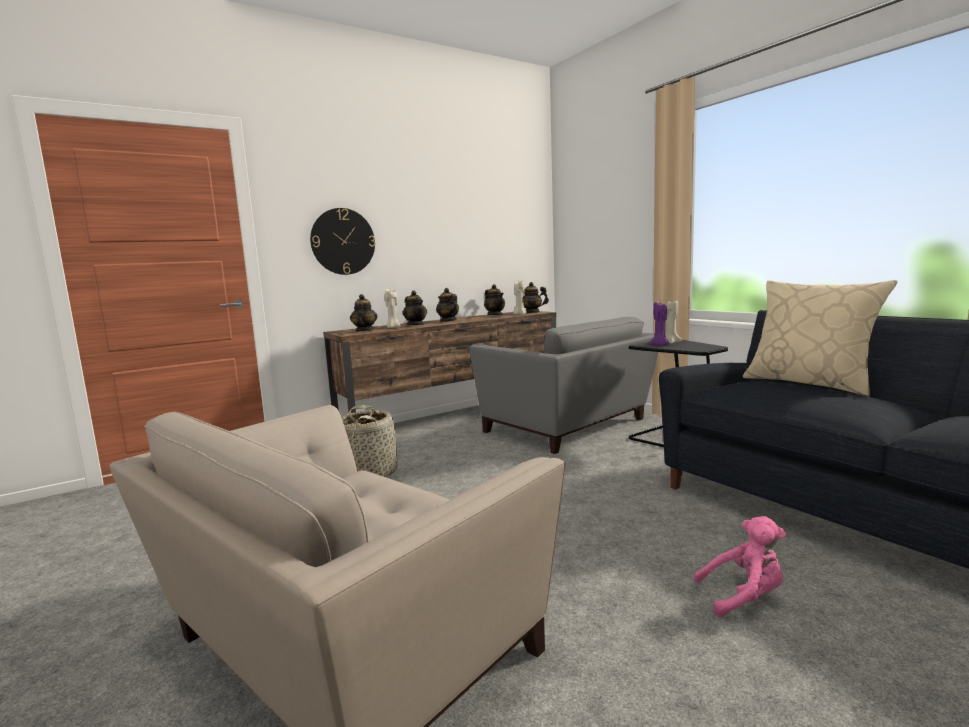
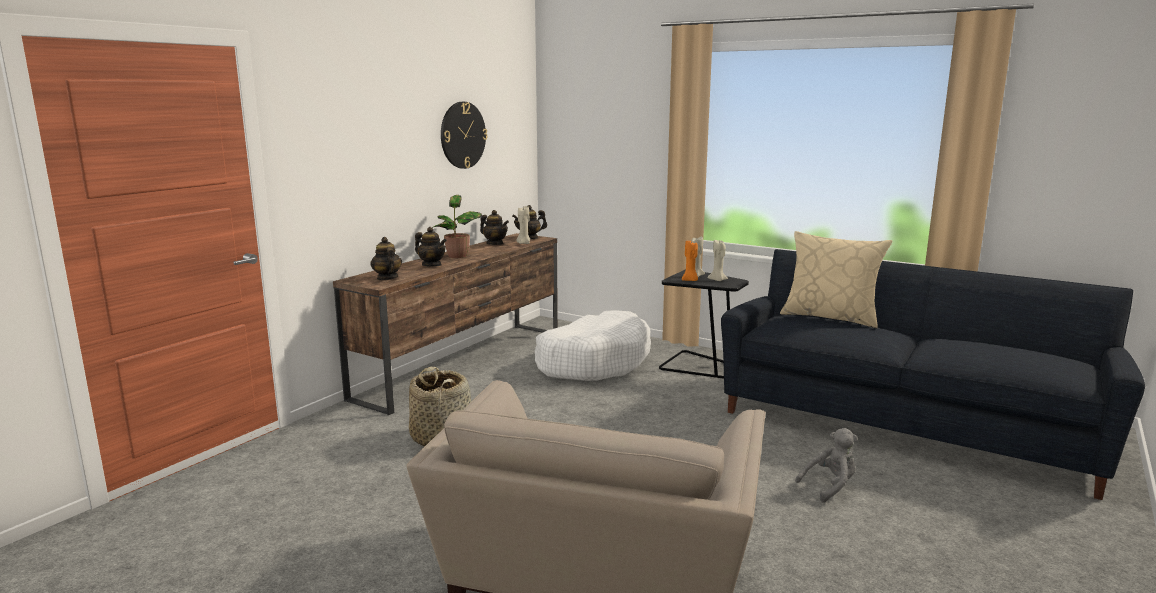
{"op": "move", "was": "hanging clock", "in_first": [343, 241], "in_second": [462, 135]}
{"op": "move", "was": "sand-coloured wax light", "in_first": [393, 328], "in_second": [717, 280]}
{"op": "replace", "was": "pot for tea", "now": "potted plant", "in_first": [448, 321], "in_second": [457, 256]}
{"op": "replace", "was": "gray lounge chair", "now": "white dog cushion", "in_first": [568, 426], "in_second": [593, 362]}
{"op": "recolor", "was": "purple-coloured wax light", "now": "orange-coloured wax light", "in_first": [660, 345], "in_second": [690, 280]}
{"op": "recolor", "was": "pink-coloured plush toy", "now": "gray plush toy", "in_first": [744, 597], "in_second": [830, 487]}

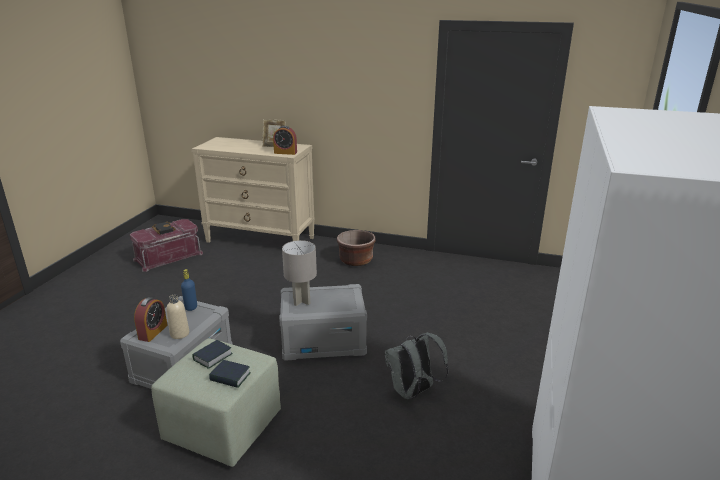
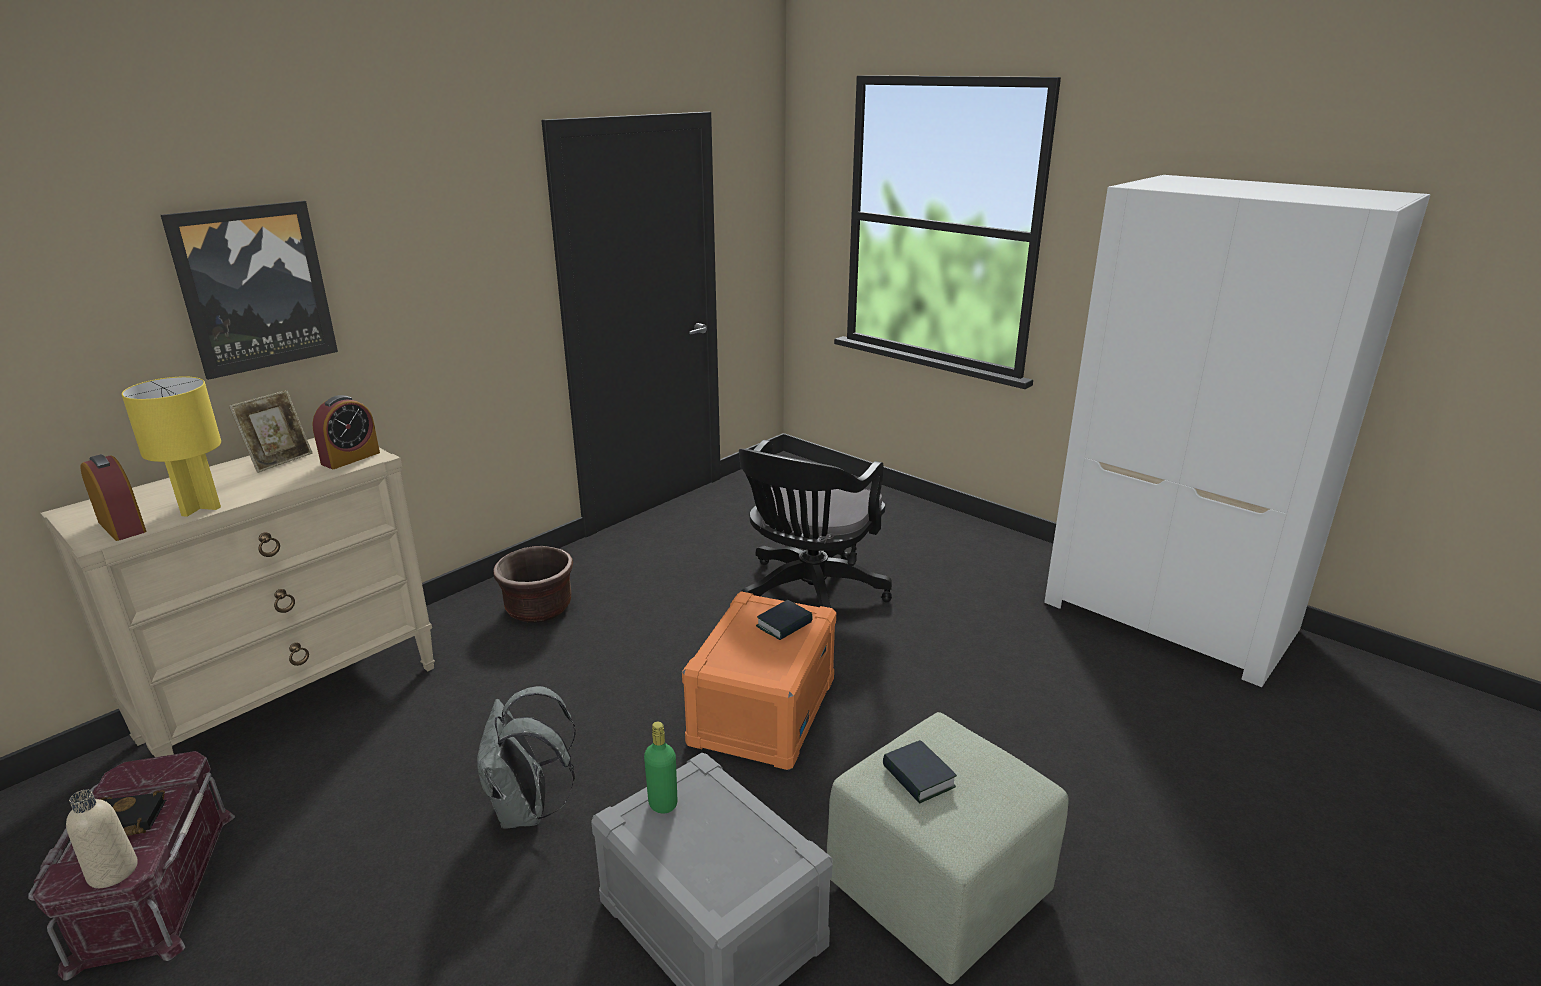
{"op": "delete", "was": "gray lamp for a table", "in_first": [301, 301]}
{"op": "insert", "now": "yellow-coloured lamp for a table", "in_second": [200, 506]}
{"op": "insert", "now": "wall art", "in_second": [254, 288]}
{"op": "insert", "now": "black-coloured desk chair", "in_second": [808, 596]}
{"op": "move", "was": "alarm clock", "in_first": [153, 332], "in_second": [122, 527]}
{"op": "move", "was": "sand-coloured beverage bottle", "in_first": [179, 334], "in_second": [113, 871]}
{"op": "move", "was": "volume", "in_first": [230, 377], "in_second": [784, 625]}
{"op": "move", "was": "gray backpack", "in_first": [413, 392], "in_second": [528, 810]}
{"op": "recolor", "was": "bluish beverage bottle", "now": "green-coloured beverage bottle", "in_first": [191, 307], "in_second": [663, 804]}
{"op": "recolor", "was": "gray storage box", "now": "orange-coloured storage box", "in_first": [324, 341], "in_second": [762, 711]}

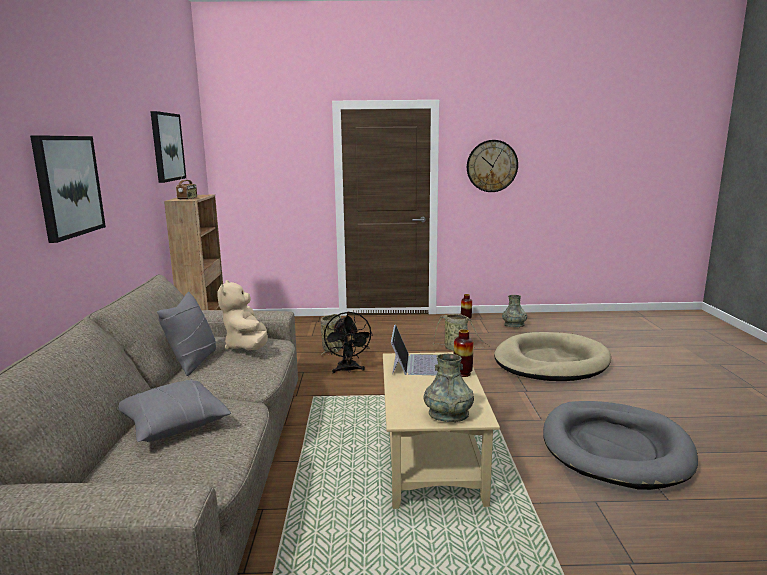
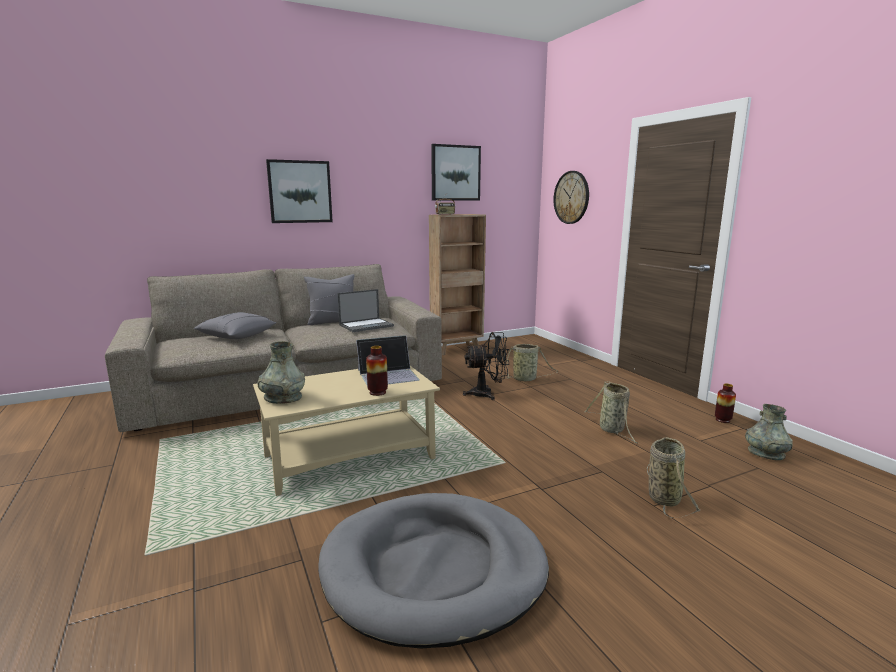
{"op": "move", "was": "hanging clock", "in_first": [492, 166], "in_second": [571, 197]}
{"op": "replace", "was": "sand-coloured plush toy", "now": "notebook computer", "in_first": [247, 347], "in_second": [366, 325]}
{"op": "replace", "was": "sand-coloured dog cushion", "now": "household basket", "in_first": [550, 362], "in_second": [663, 497]}
{"op": "rotate", "was": "black-coloured electric fan", "in_first": [348, 370], "in_second": [487, 394], "clockwise": -150}

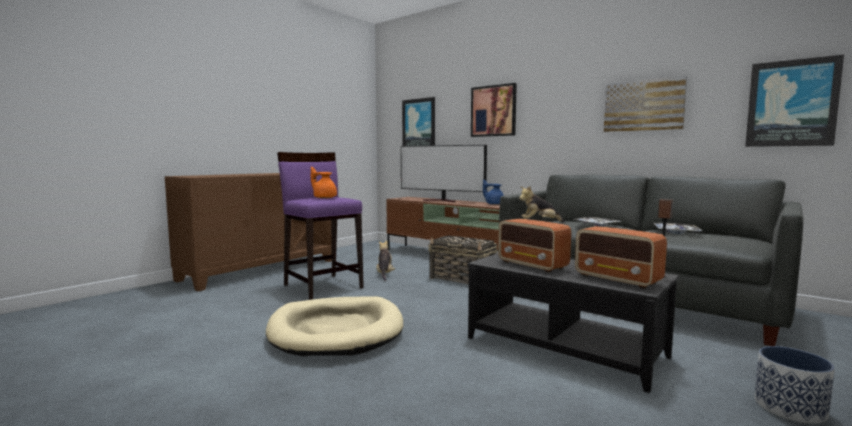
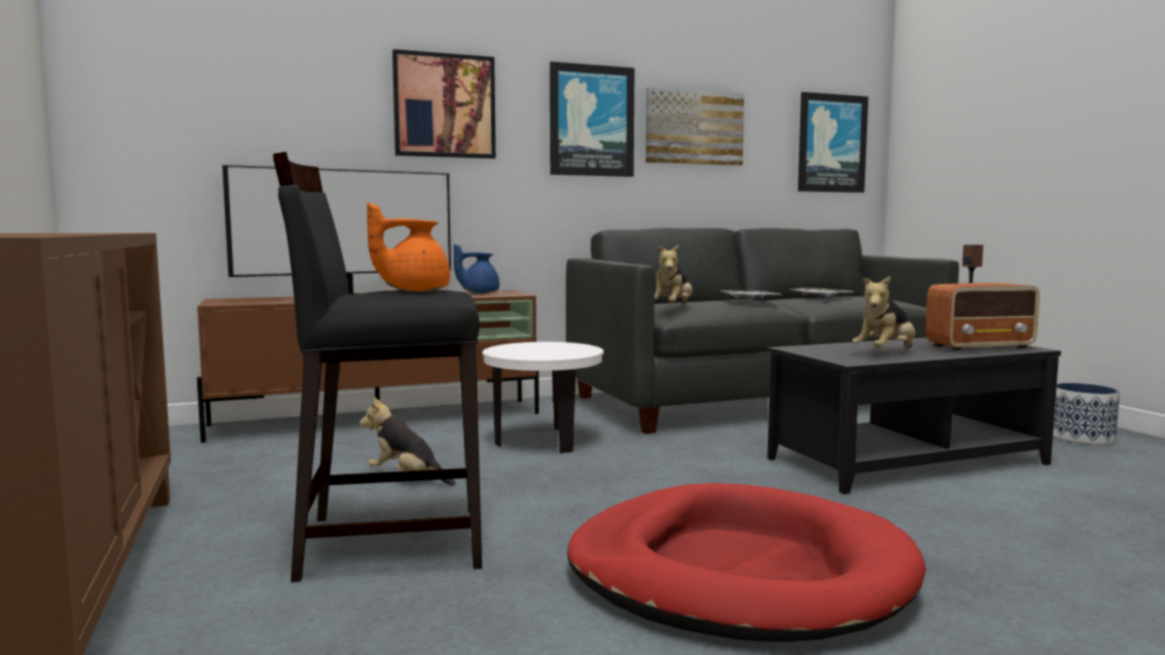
{"op": "move", "was": "wall art", "in_first": [419, 124], "in_second": [591, 121]}
{"op": "replace", "was": "household basket", "now": "white side table", "in_first": [463, 279], "in_second": [544, 440]}
{"op": "replace", "was": "radio set", "now": "plush toy", "in_first": [533, 265], "in_second": [885, 352]}
{"op": "recolor", "was": "sand-coloured dog cushion", "now": "red-coloured dog cushion", "in_first": [336, 331], "in_second": [737, 573]}
{"op": "recolor", "was": "purple-coloured sitting stool", "now": "black-coloured sitting stool", "in_first": [323, 286], "in_second": [391, 541]}

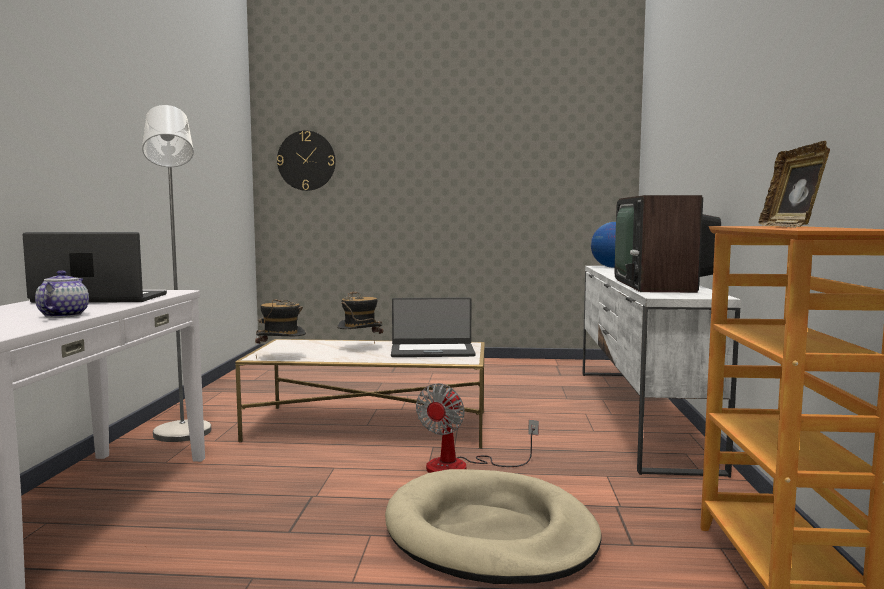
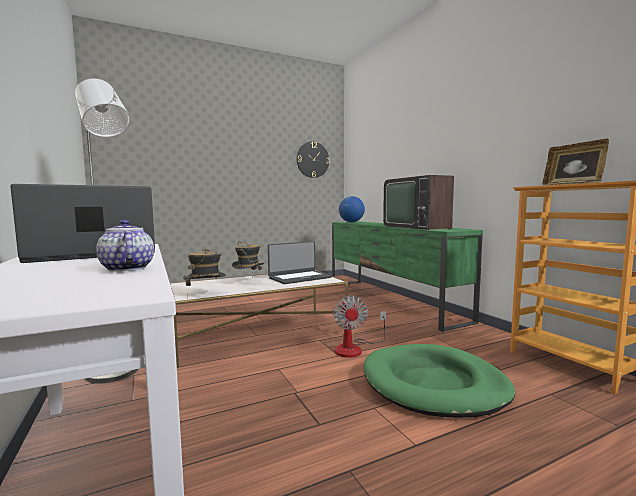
{"op": "move", "was": "hanging clock", "in_first": [306, 160], "in_second": [312, 160]}
{"op": "recolor", "was": "sand-coloured dog cushion", "now": "green-coloured dog cushion", "in_first": [490, 534], "in_second": [434, 384]}
{"op": "recolor", "was": "white tv unit", "now": "green-coloured tv unit", "in_first": [638, 413], "in_second": [390, 301]}

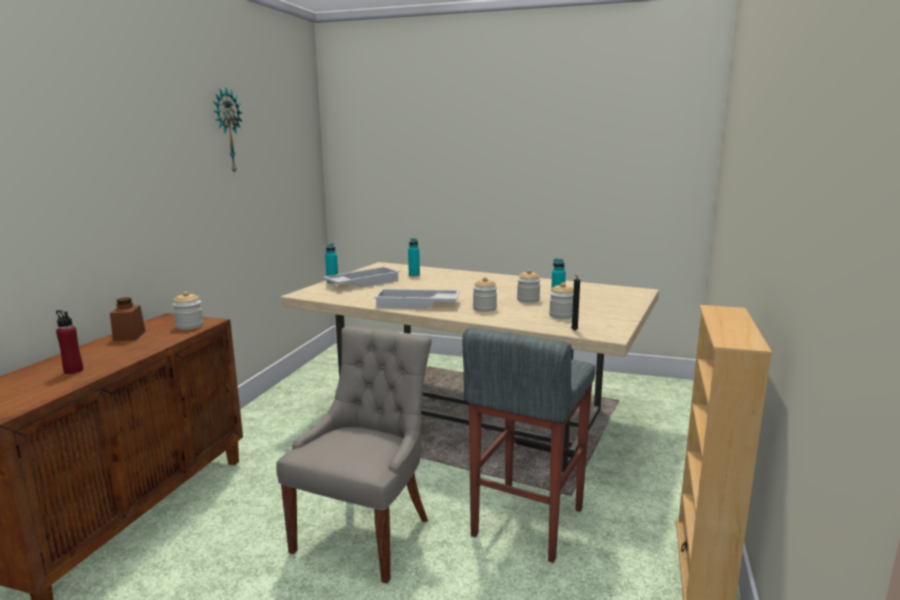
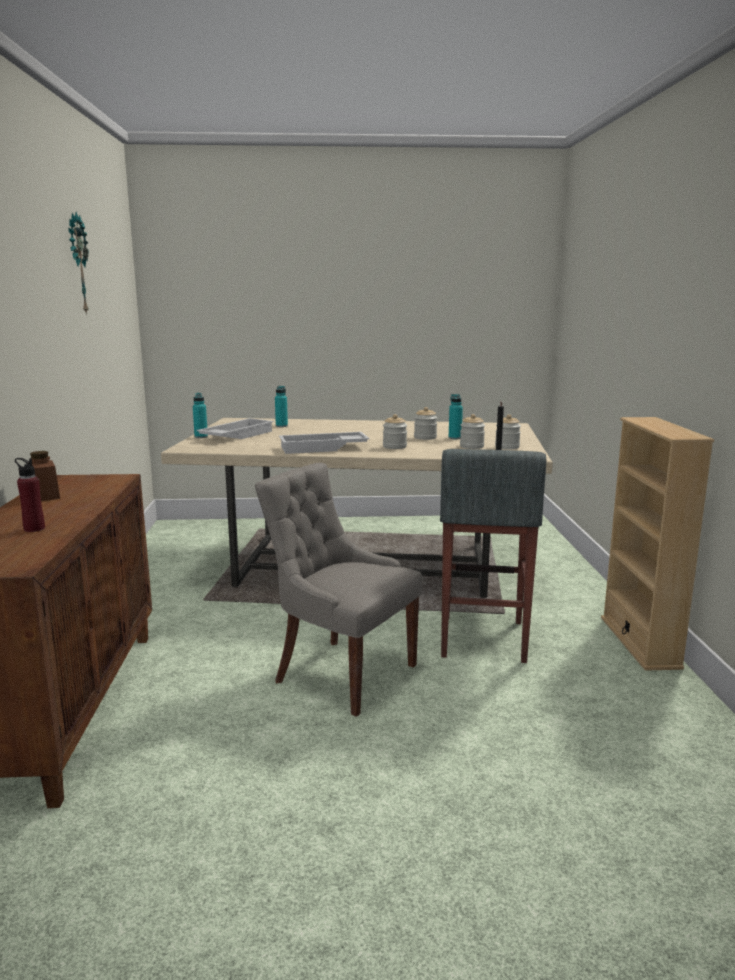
{"op": "move", "was": "jar", "in_first": [189, 326], "in_second": [507, 447]}
{"op": "rotate", "was": "gray plain chair", "in_first": [365, 533], "in_second": [342, 673], "clockwise": -60}

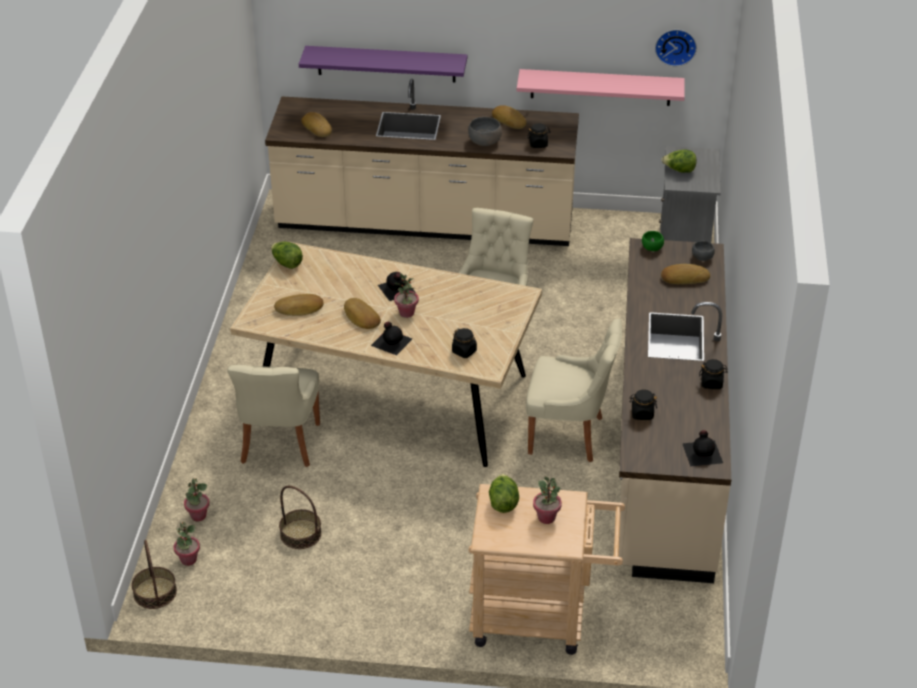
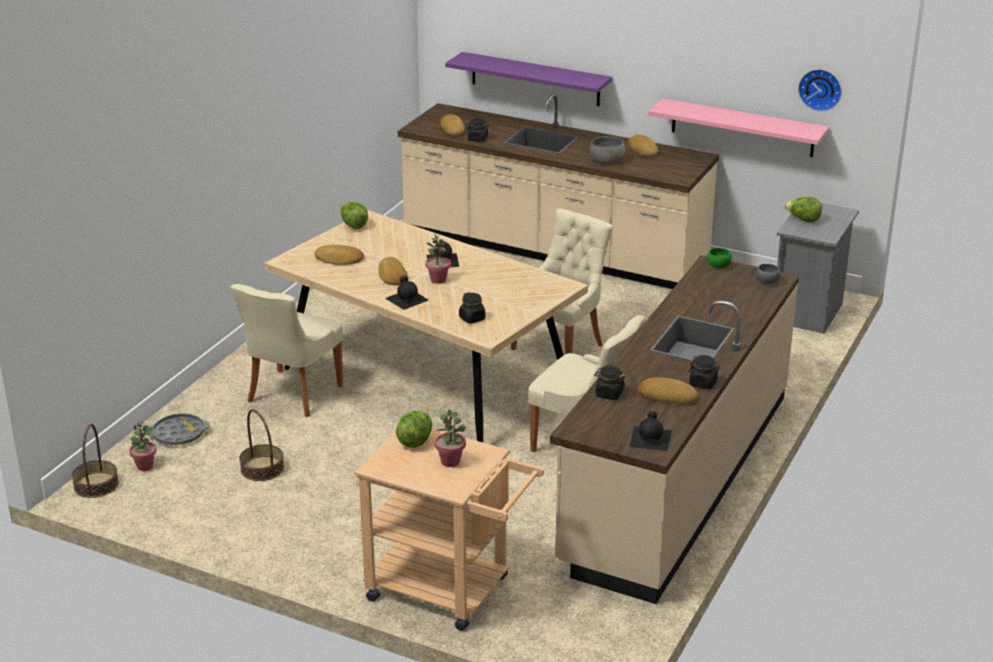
{"op": "move", "was": "black-coloured jar", "in_first": [538, 144], "in_second": [478, 139]}
{"op": "move", "was": "bread", "in_first": [684, 277], "in_second": [667, 395]}
{"op": "replace", "was": "potted plant", "now": "gray carrying tray", "in_first": [198, 516], "in_second": [179, 434]}

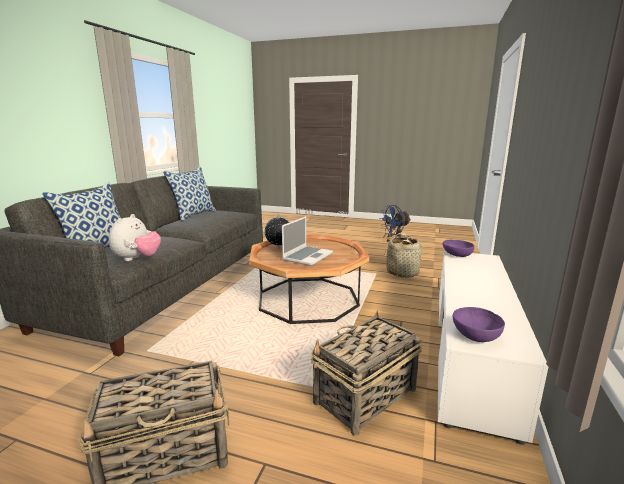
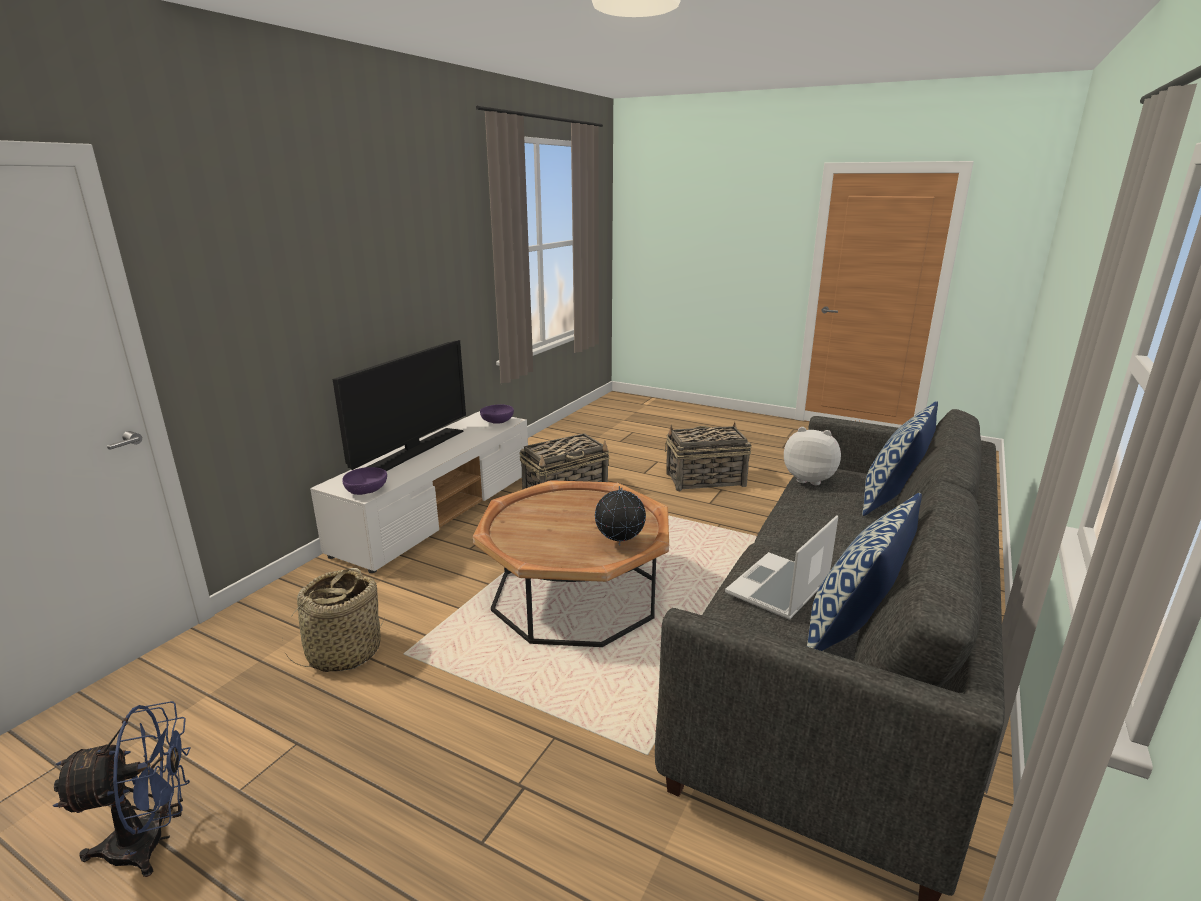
{"op": "insert", "now": "TV", "in_second": [413, 451]}
{"op": "move", "was": "notebook computer", "in_first": [307, 256], "in_second": [779, 588]}
{"op": "rotate", "was": "plush toy", "in_first": [137, 259], "in_second": [809, 479], "clockwise": 90}

